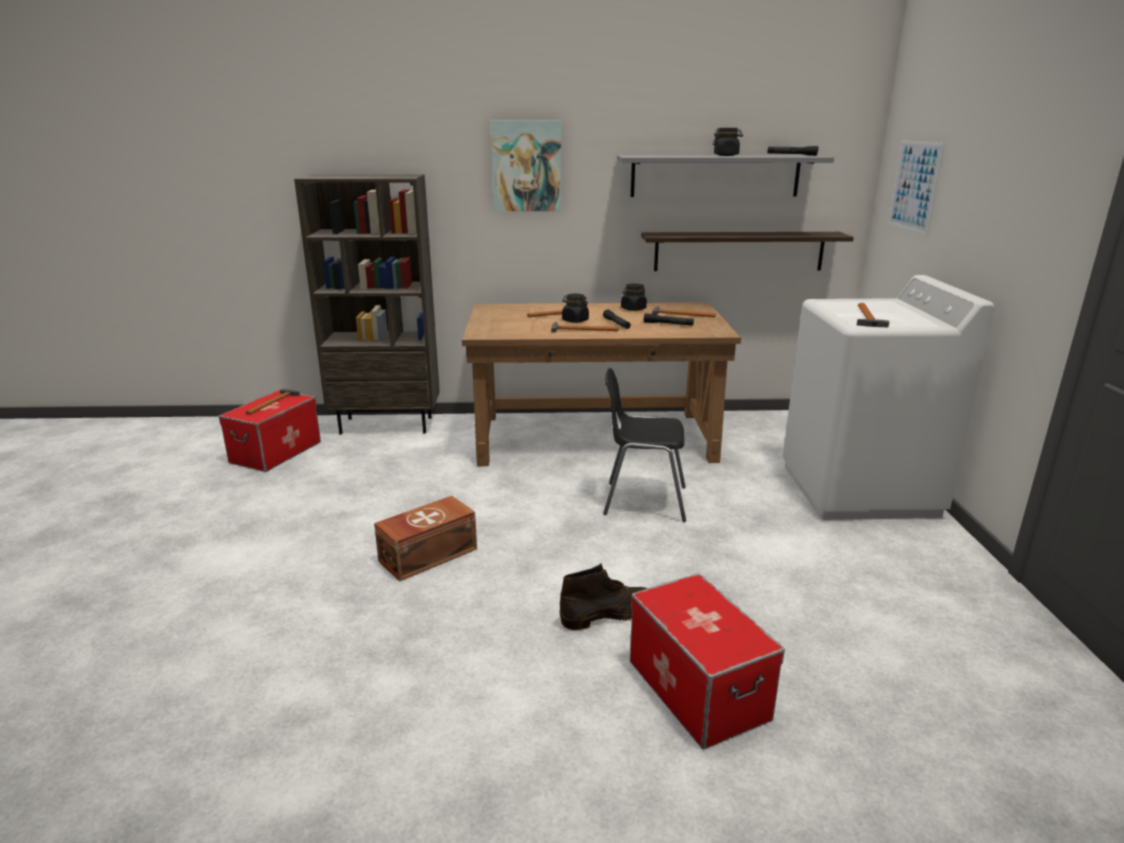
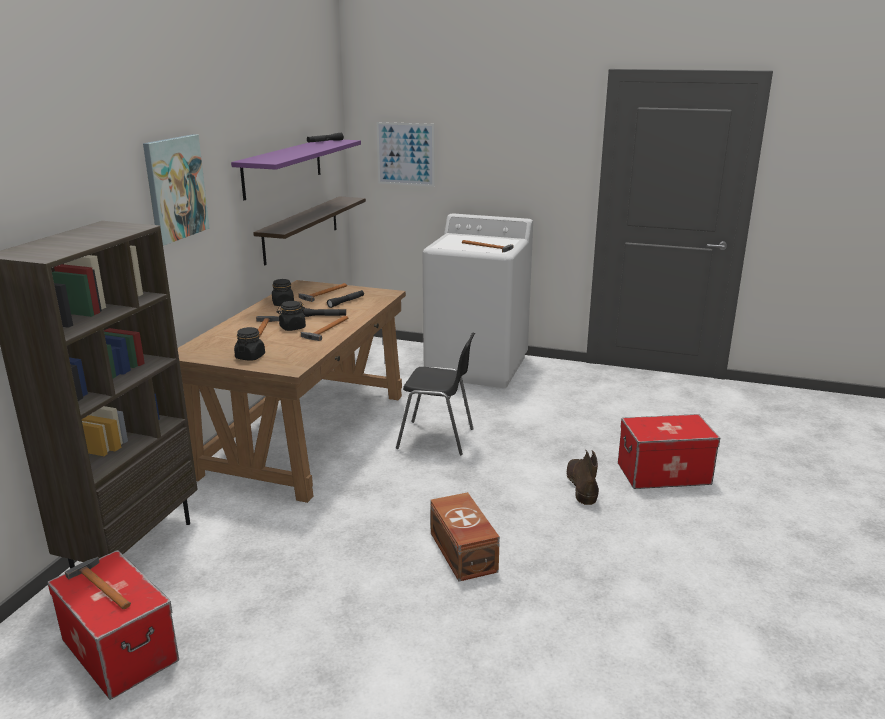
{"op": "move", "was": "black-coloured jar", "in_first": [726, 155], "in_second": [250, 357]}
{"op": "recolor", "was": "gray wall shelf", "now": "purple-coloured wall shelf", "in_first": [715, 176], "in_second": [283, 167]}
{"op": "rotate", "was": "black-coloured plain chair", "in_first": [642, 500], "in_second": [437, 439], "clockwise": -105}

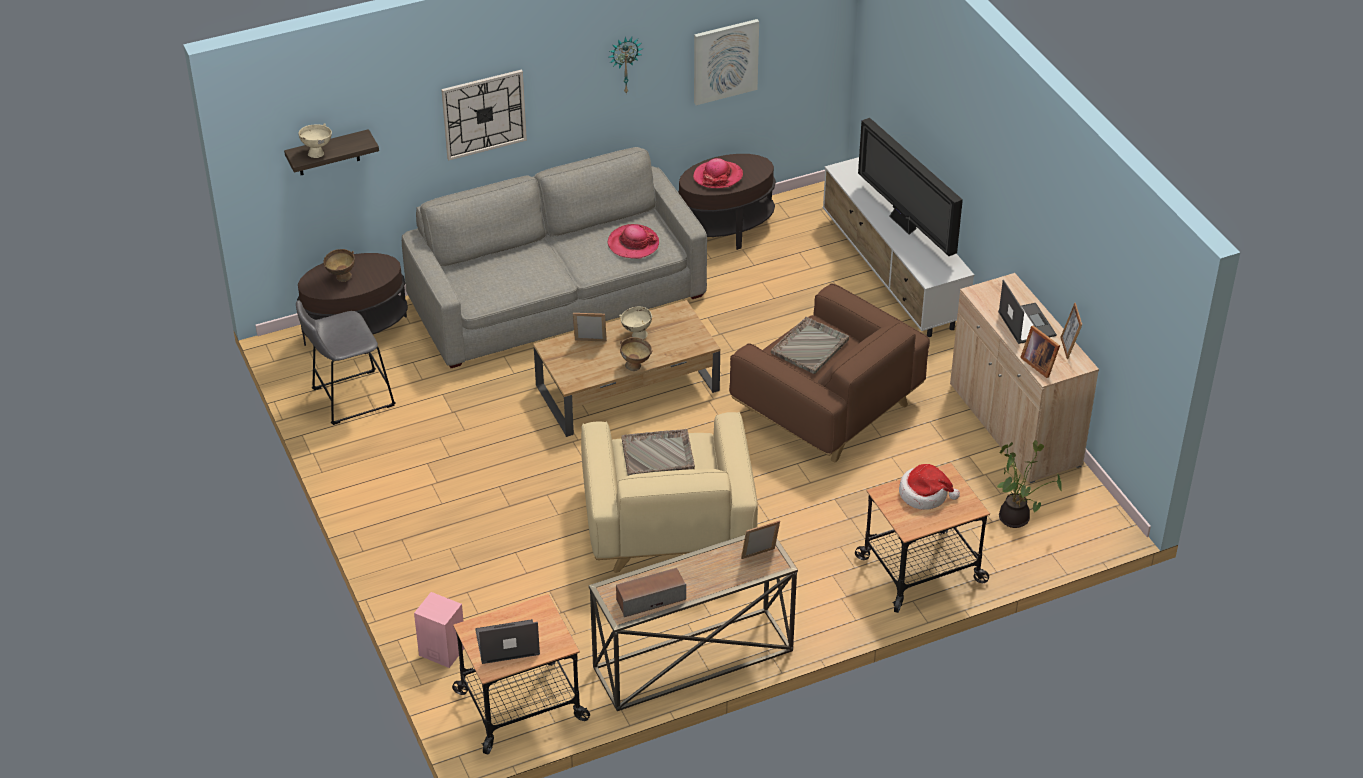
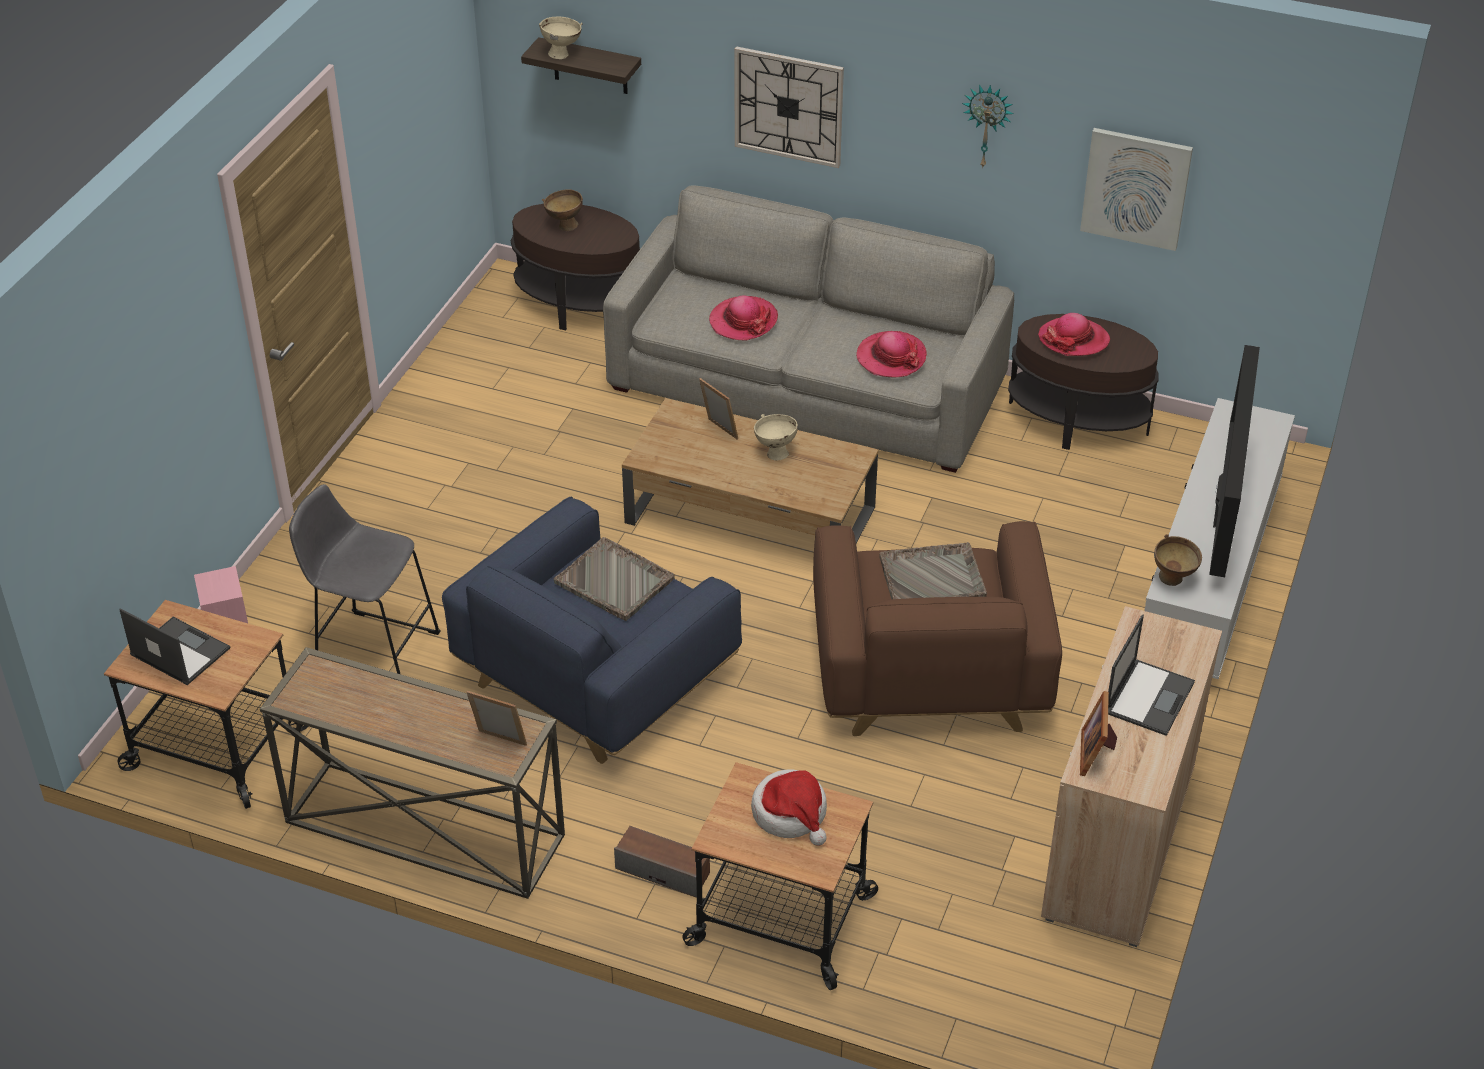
{"op": "delete", "was": "potted plant", "in_first": [1016, 518]}
{"op": "delete", "was": "picture frame", "in_first": [1068, 348]}
{"op": "insert", "now": "hat", "in_second": [743, 321]}
{"op": "move", "was": "gray sitting stool", "in_first": [348, 398], "in_second": [372, 648]}
{"op": "move", "was": "speaker", "in_first": [650, 599], "in_second": [663, 870]}
{"op": "move", "was": "brownish bowl", "in_first": [636, 366], "in_second": [1174, 581]}
{"op": "recolor", "was": "sand-coloured lounge chair", "now": "bluish lounge chair", "in_first": [668, 524], "in_second": [596, 676]}

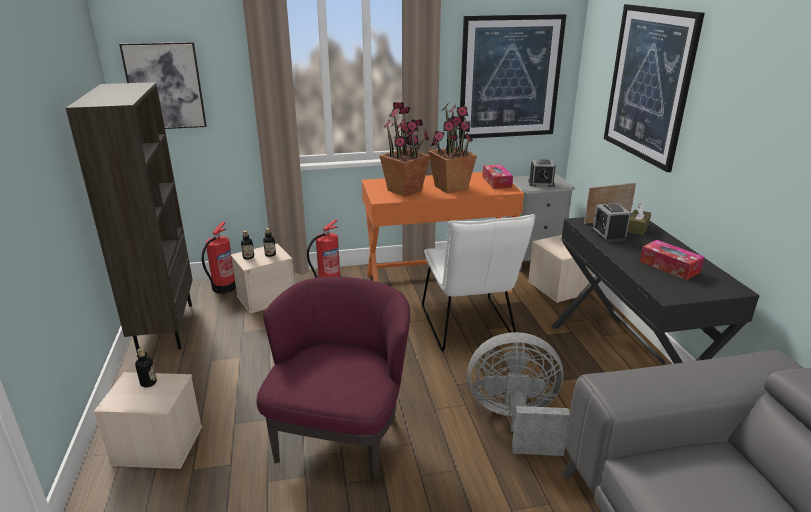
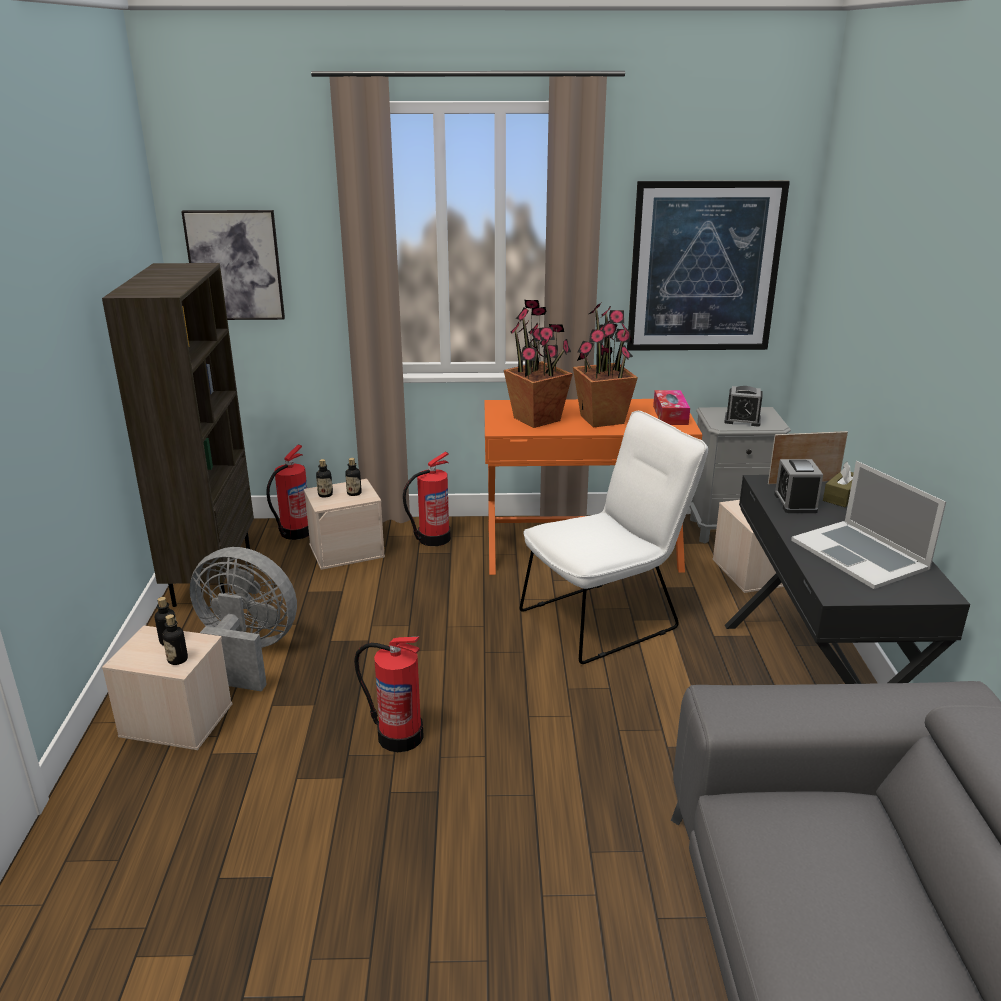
{"op": "delete", "was": "wall art", "in_first": [648, 84]}
{"op": "insert", "now": "beverage bottle", "in_second": [177, 659]}
{"op": "move", "was": "gray electric fan", "in_first": [515, 420], "in_second": [246, 653]}
{"op": "replace", "was": "purple-coloured lounge chair", "now": "fire extinguisher", "in_first": [341, 436], "in_second": [399, 735]}
{"op": "replace", "was": "tissue holder", "now": "notebook computer", "in_first": [669, 267], "in_second": [860, 554]}
{"op": "rotate", "was": "white plain chair", "in_first": [469, 328], "in_second": [607, 617], "clockwise": -120}

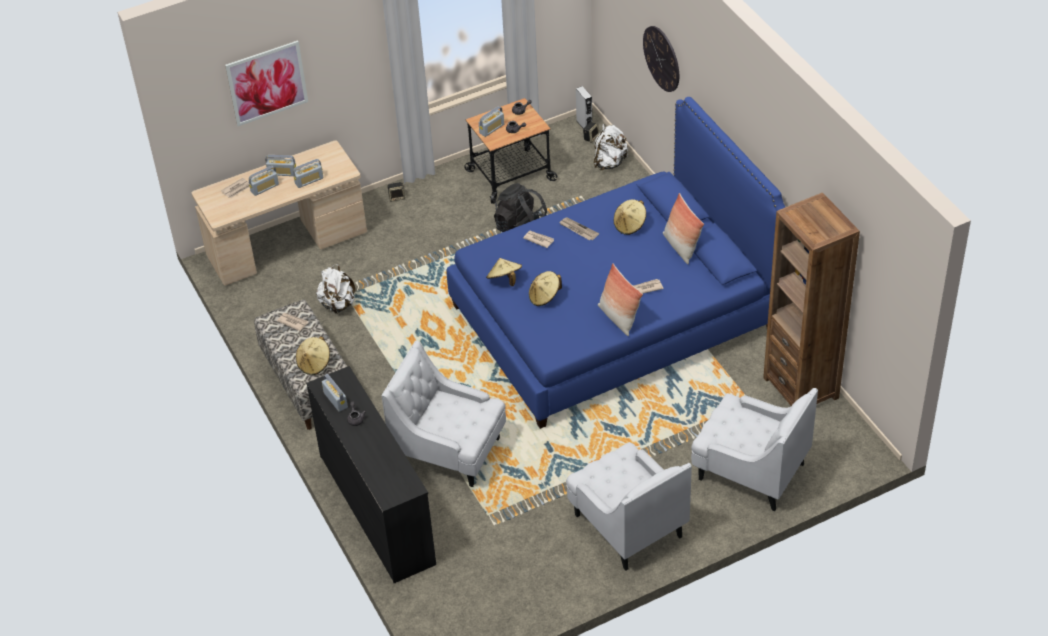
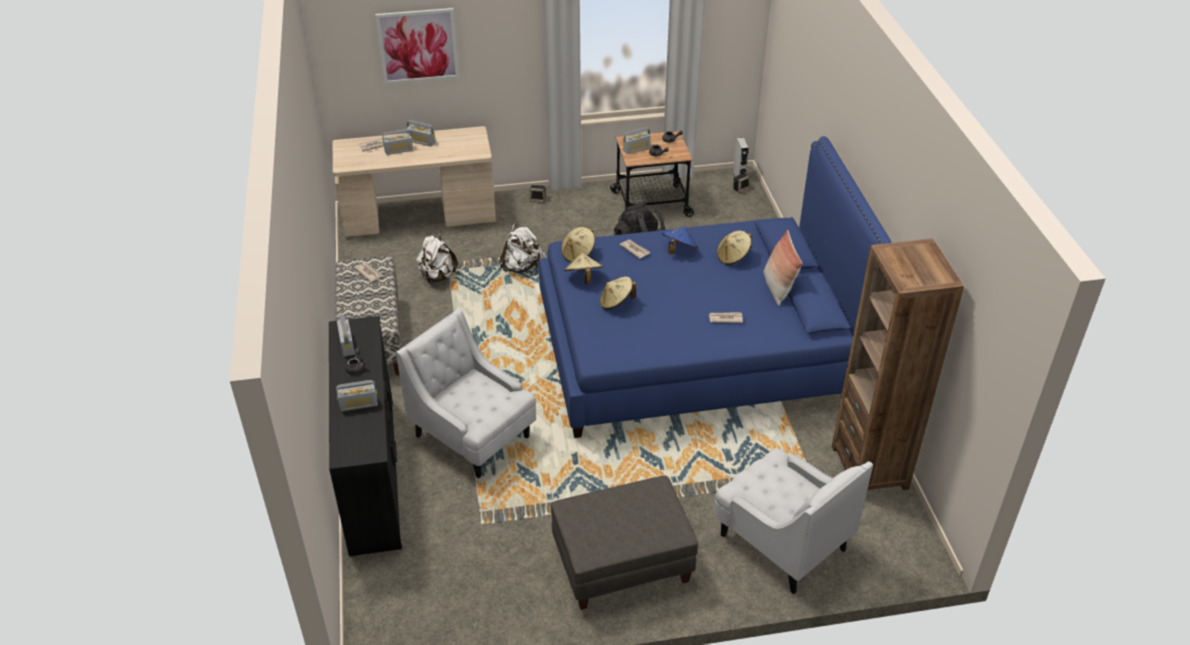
{"op": "delete", "was": "cushion", "in_first": [618, 318]}
{"op": "delete", "was": "hanging clock", "in_first": [661, 58]}
{"op": "move", "was": "radio set", "in_first": [309, 181], "in_second": [358, 405]}
{"op": "move", "was": "sand-coloured hat", "in_first": [314, 364], "in_second": [578, 254]}
{"op": "move", "was": "white backpack", "in_first": [609, 162], "in_second": [521, 267]}
{"op": "replace", "was": "newspaper", "now": "bluish hat", "in_first": [578, 230], "in_second": [678, 250]}
{"op": "replace", "was": "white lounge chair", "now": "gray footrest", "in_first": [627, 525], "in_second": [622, 563]}

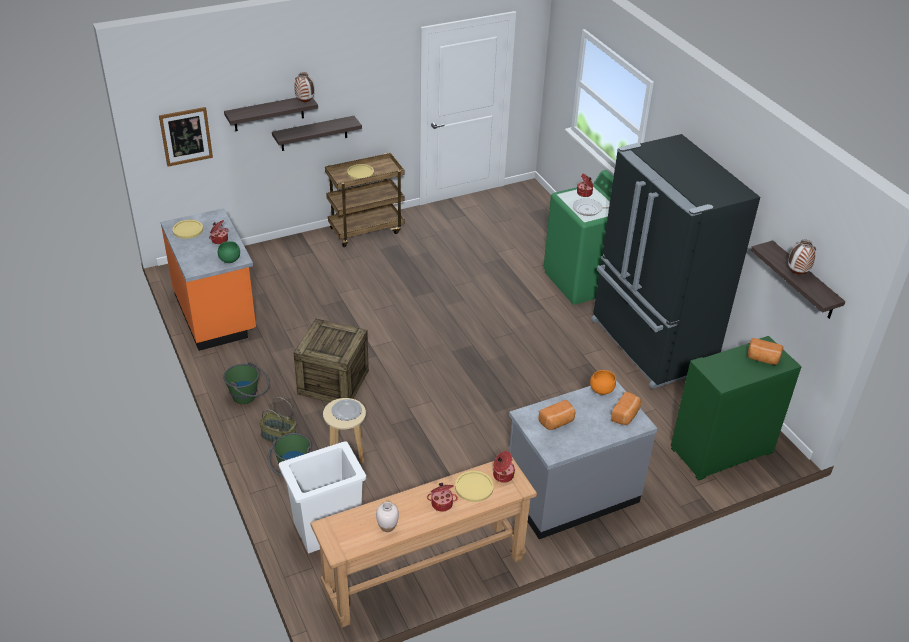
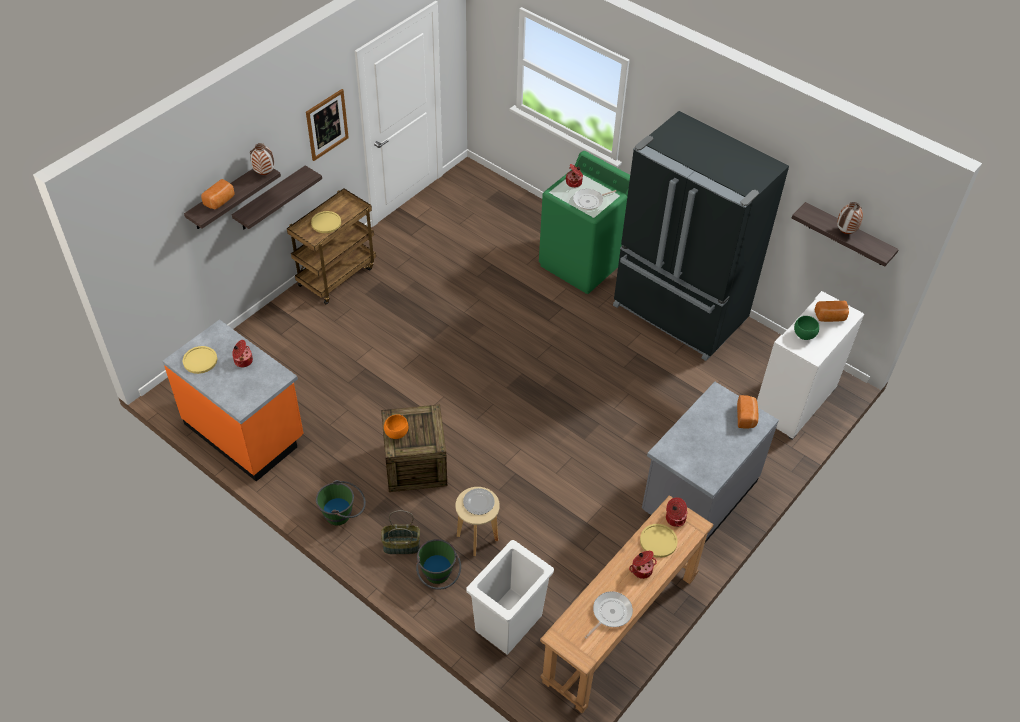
{"op": "move", "was": "wall art", "in_first": [186, 136], "in_second": [327, 124]}
{"op": "move", "was": "green-coloured bowl", "in_first": [229, 260], "in_second": [804, 335]}
{"op": "move", "was": "bread", "in_first": [557, 422], "in_second": [220, 201]}
{"op": "move", "was": "orange-coloured bowl", "in_first": [601, 390], "in_second": [396, 433]}
{"op": "replace", "was": "white vase", "now": "pan", "in_first": [387, 526], "in_second": [610, 613]}
{"op": "recolor", "was": "green-coloured storage cabinet", "now": "white storage cabinet", "in_first": [721, 451], "in_second": [795, 402]}

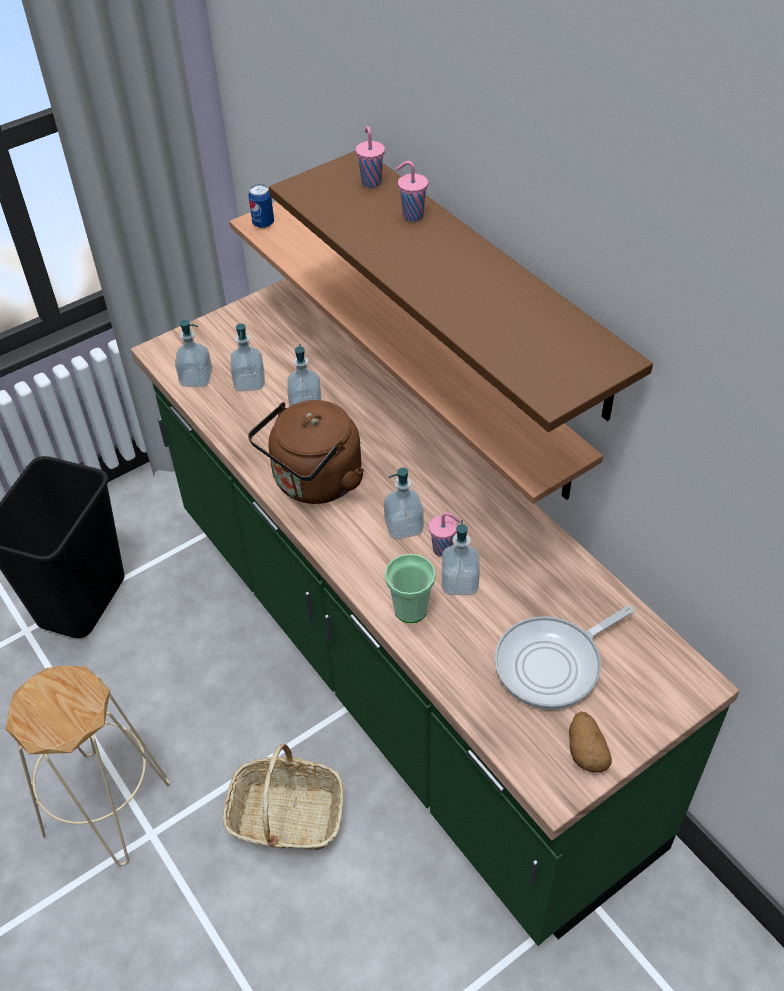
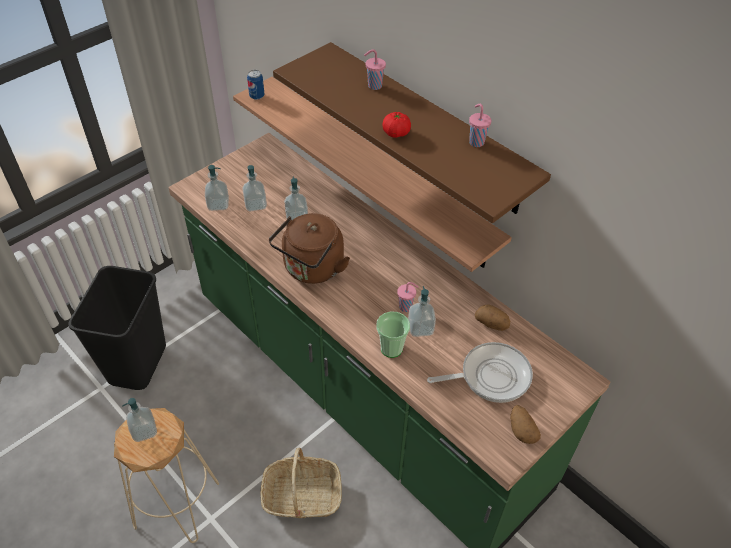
{"op": "insert", "now": "tomato", "in_second": [396, 133]}
{"op": "insert", "now": "spud", "in_second": [491, 324]}
{"op": "move", "was": "pink-coloured drinking cup", "in_first": [371, 181], "in_second": [476, 142]}
{"op": "move", "was": "soap bottle", "in_first": [404, 527], "in_second": [144, 431]}
{"op": "rotate", "was": "pan", "in_first": [553, 664], "in_second": [490, 376], "clockwise": -150}

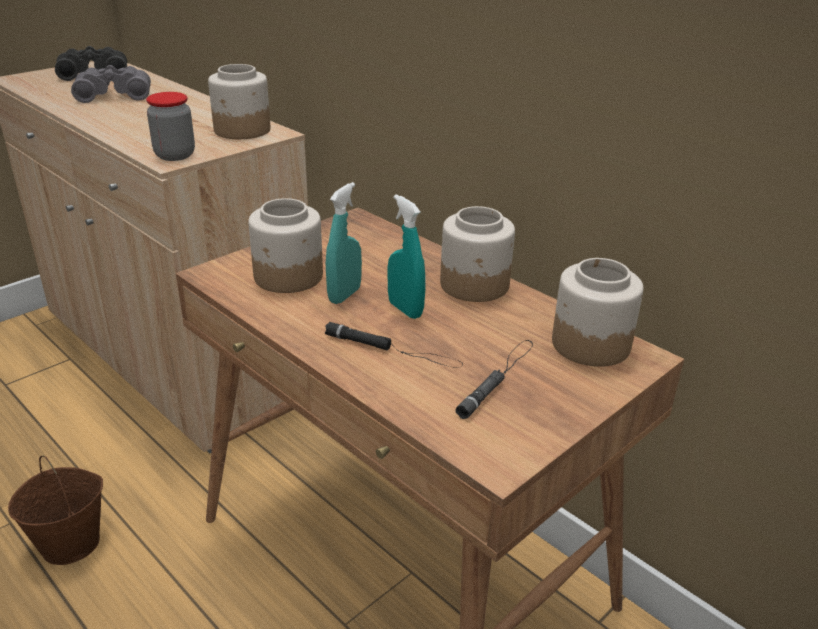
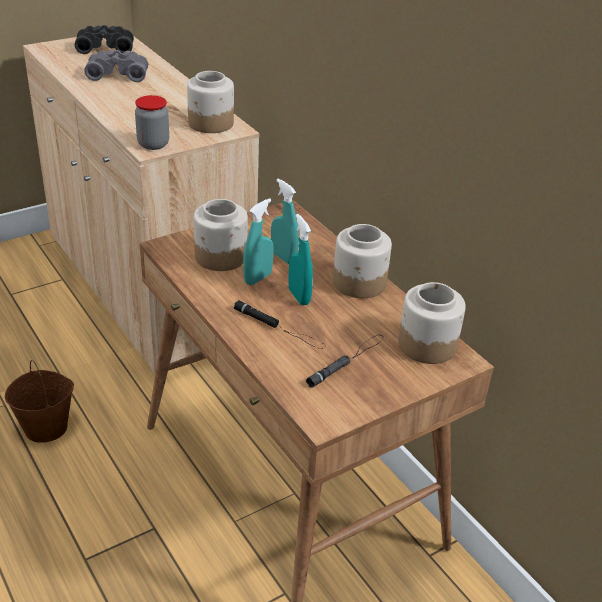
{"op": "insert", "now": "turquoise-coloured spray bottle", "in_second": [283, 257]}

